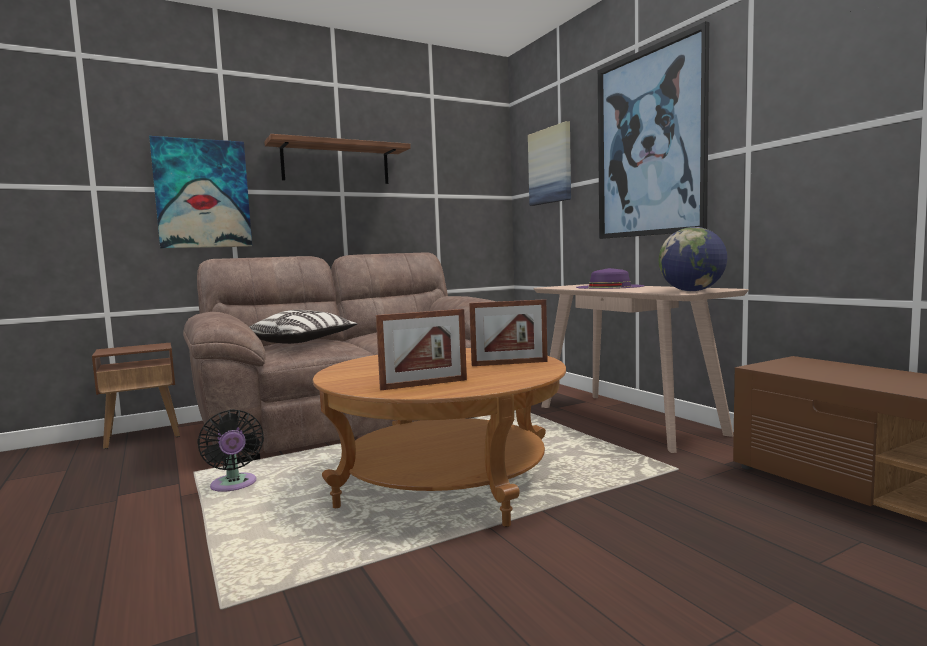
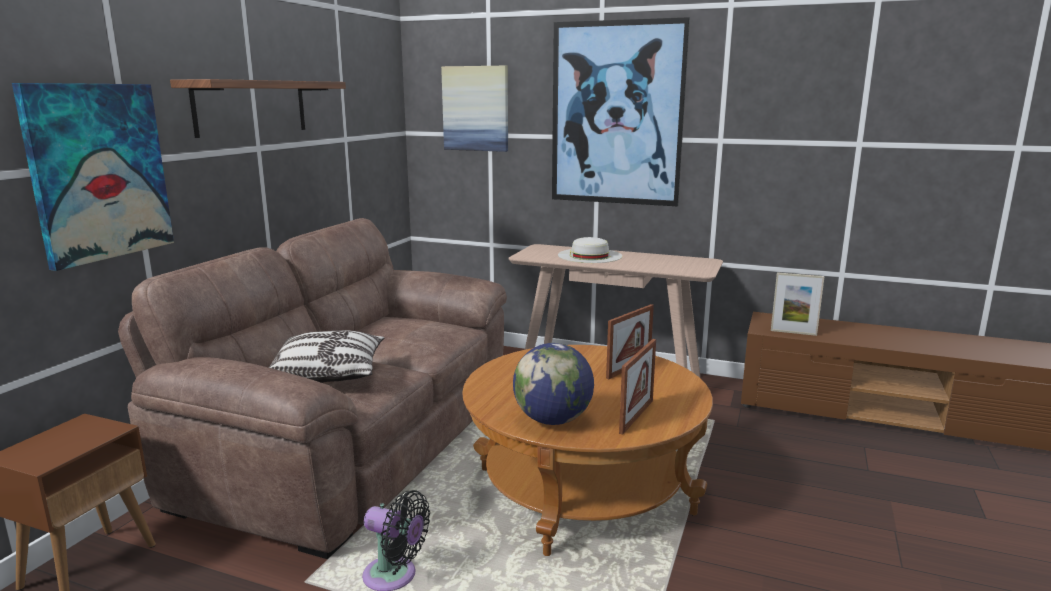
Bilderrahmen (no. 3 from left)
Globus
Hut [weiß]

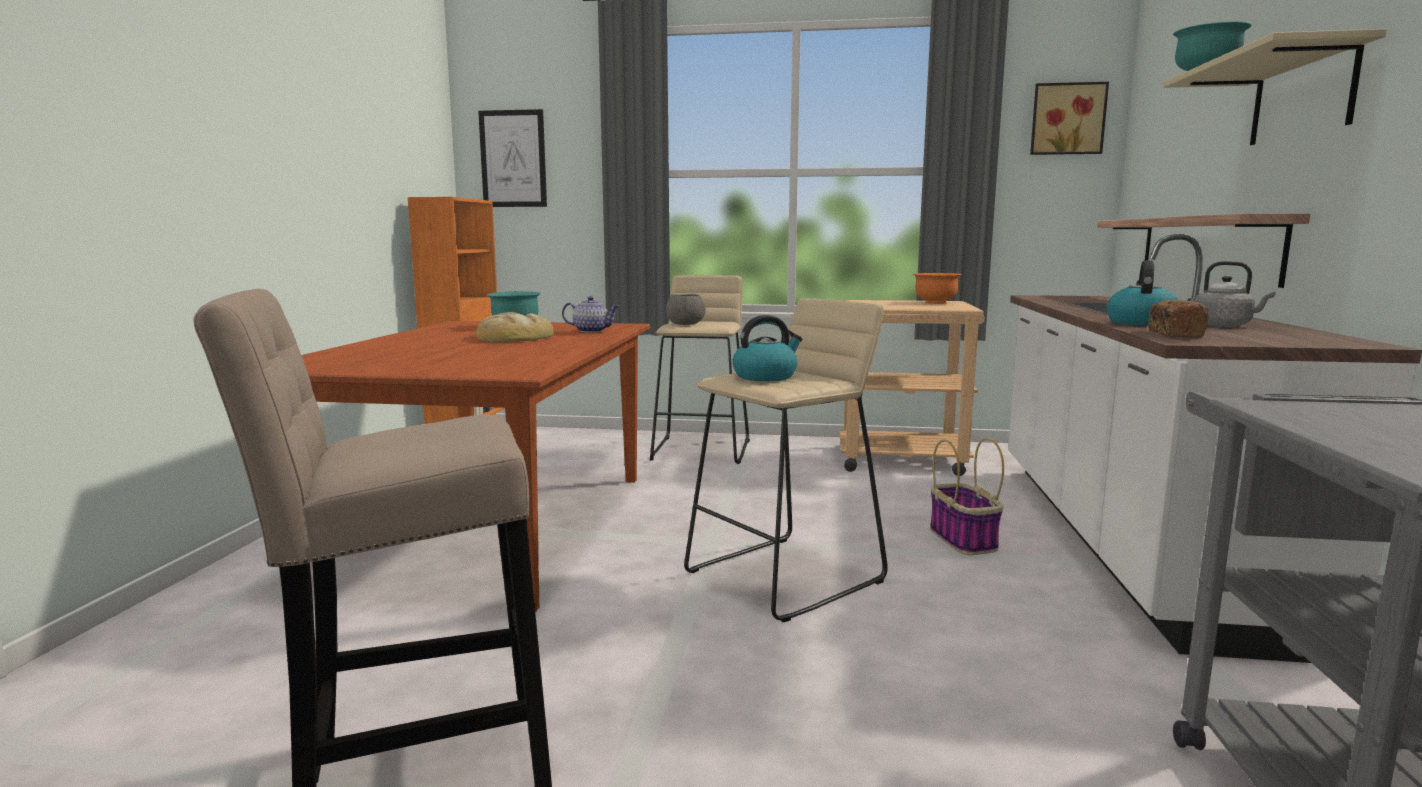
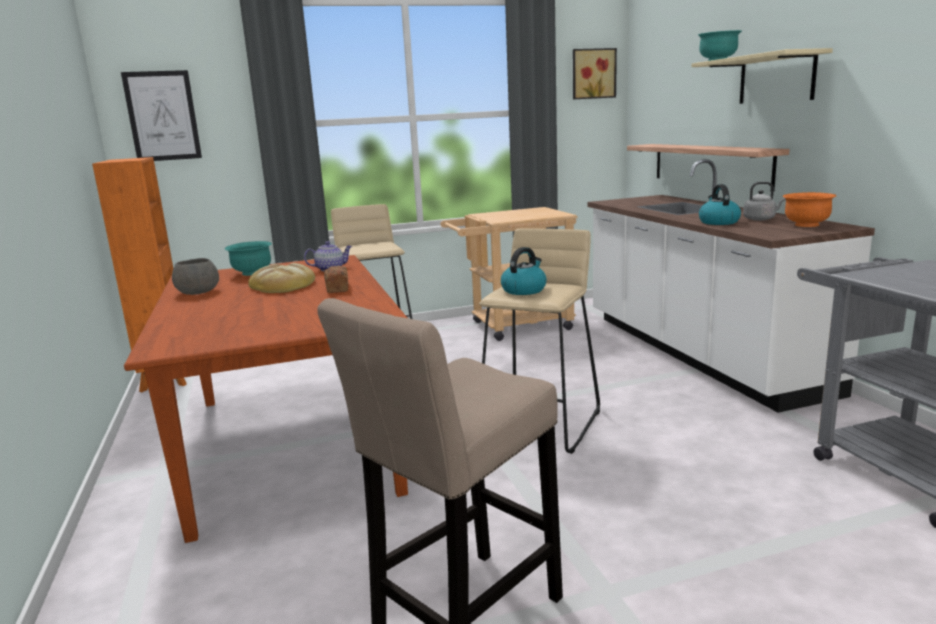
Korb
Schüssel [grau]
Schüssel [orange]
Brot (no. 2 from left)

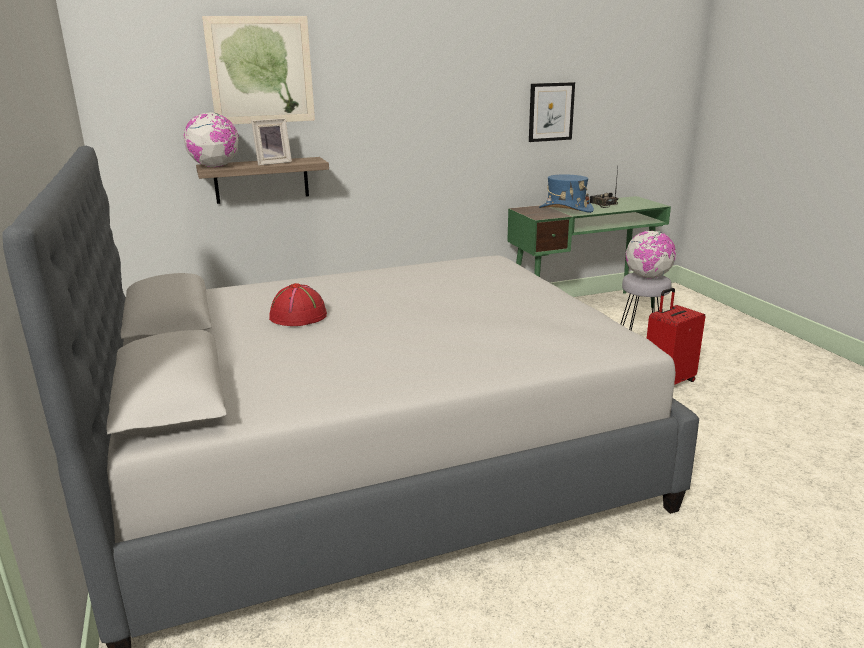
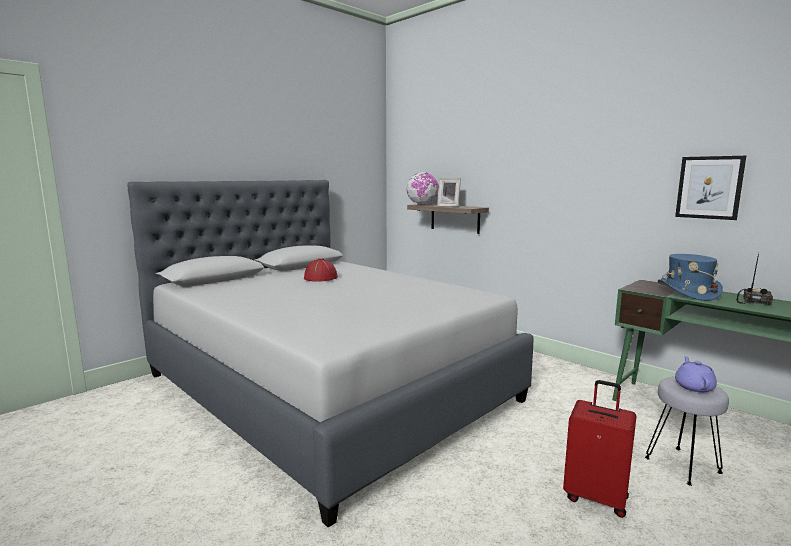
Bild (no. 1 from left in the first image)
Teekanne [lila]

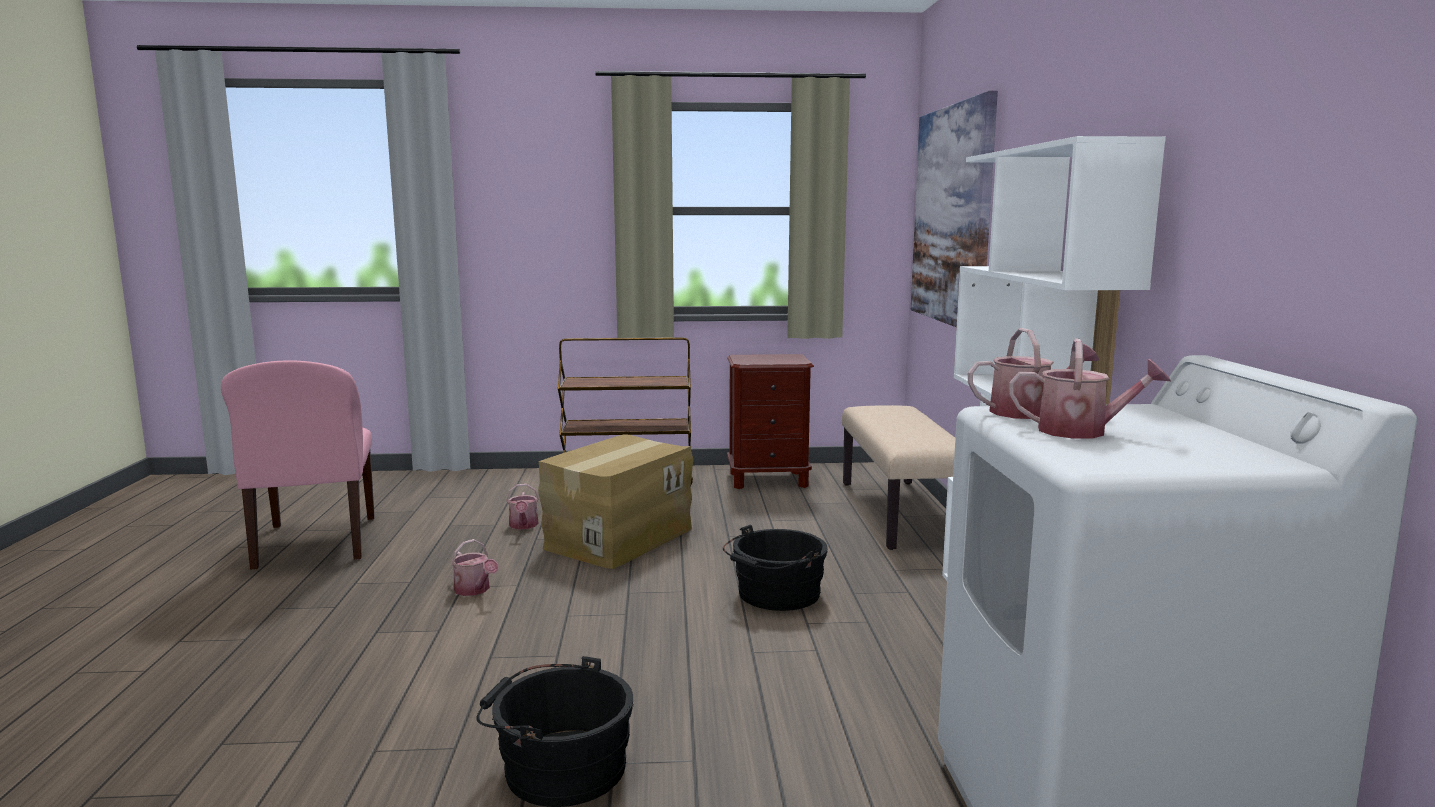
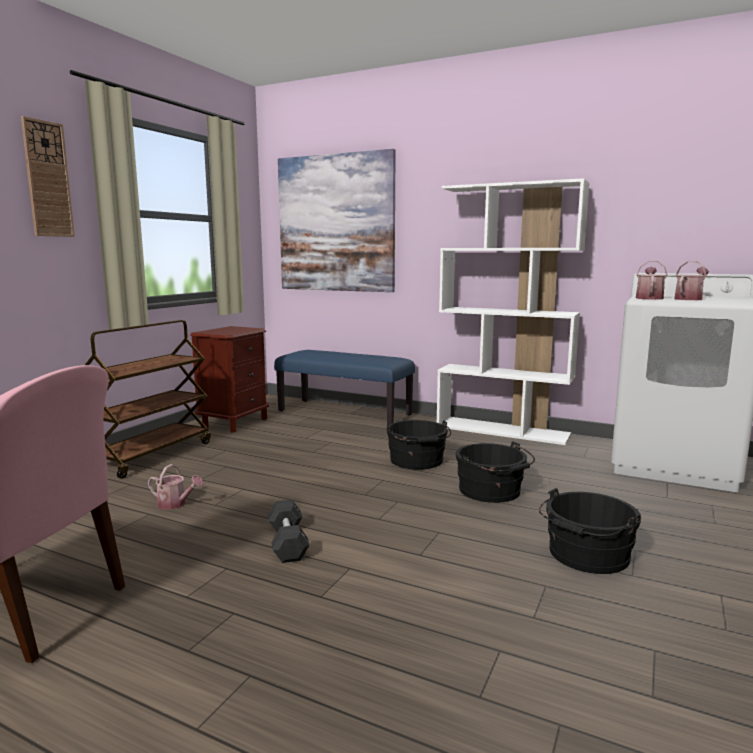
Karton
Wanduhr
Eimer [schwarz] (no. 2 from left)
Hantel [schwarz]
Bank [blau]

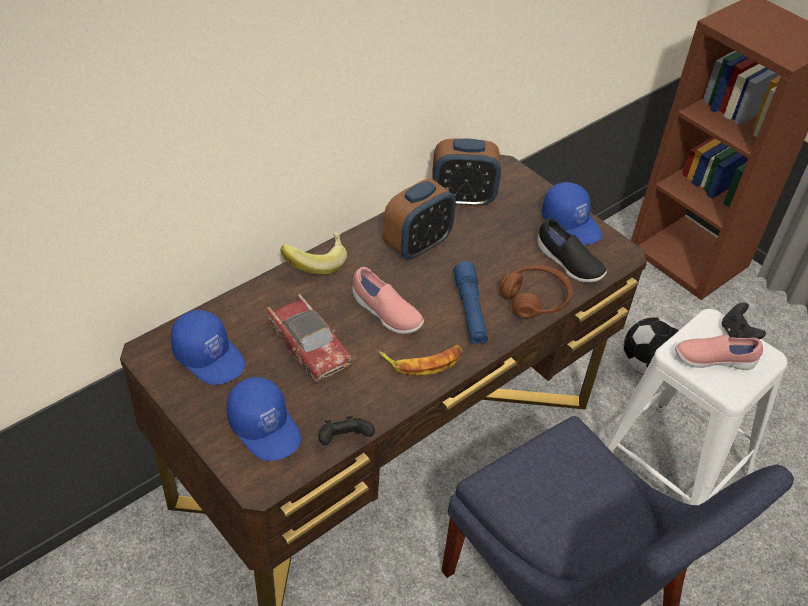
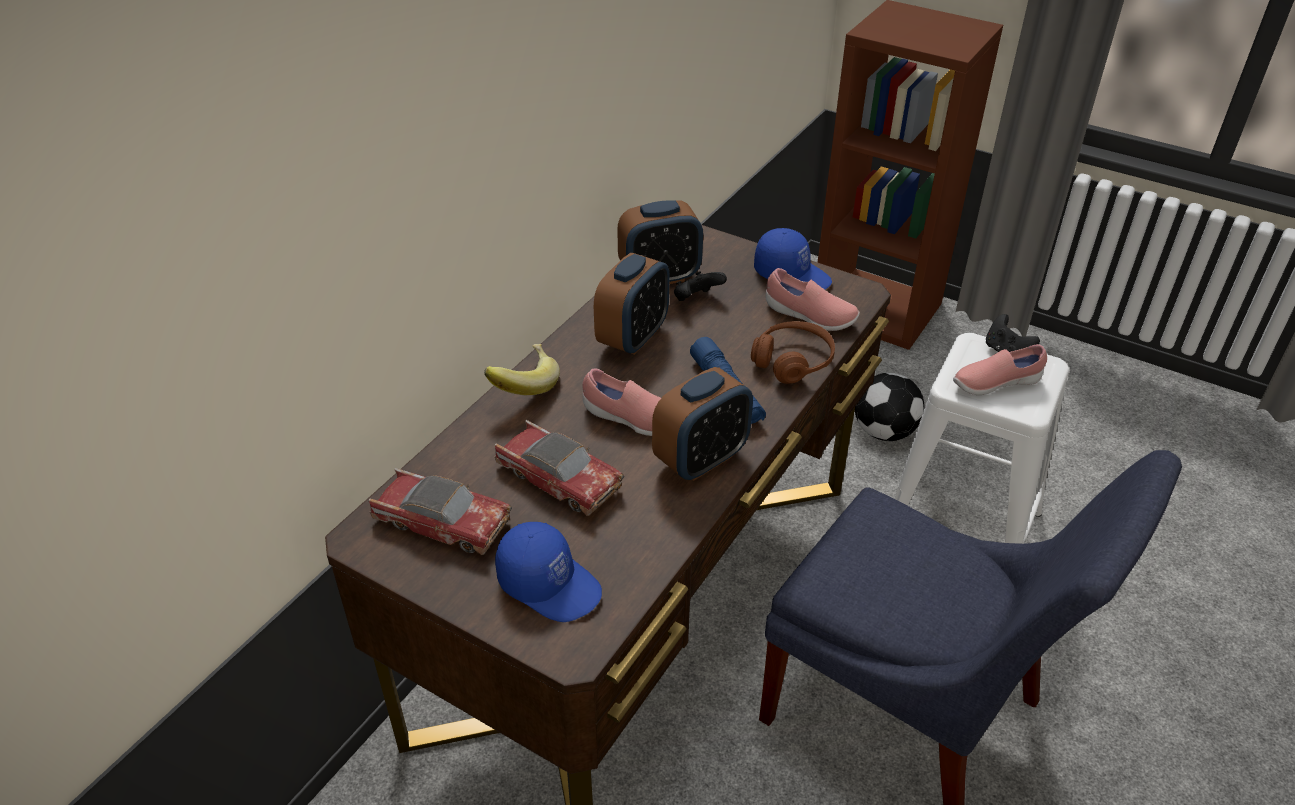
Gamepad [schwarz] (no. 1 from left)
Spielzeugauto (no. 1 from left)
Wecker (no. 3 from left)
Schuh [rosa] (no. 2 from left)

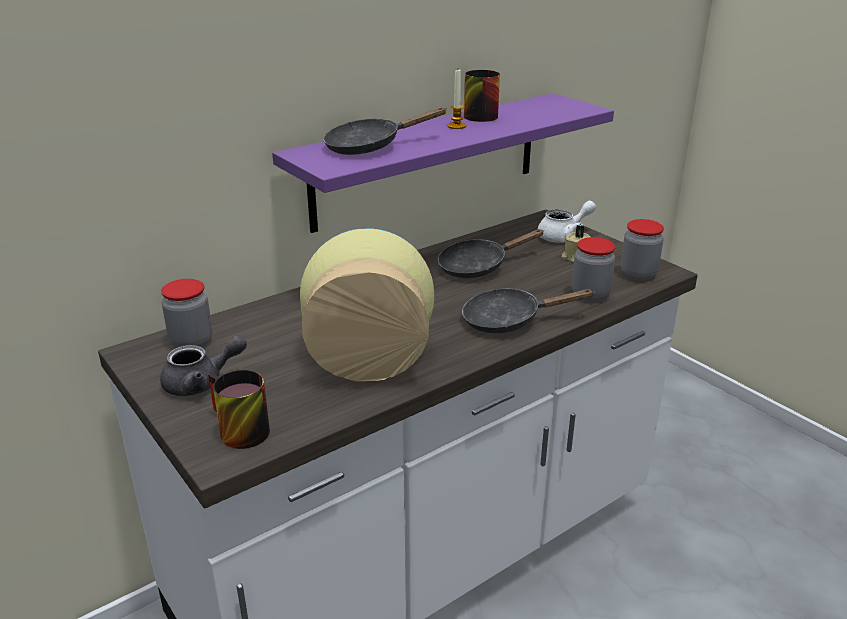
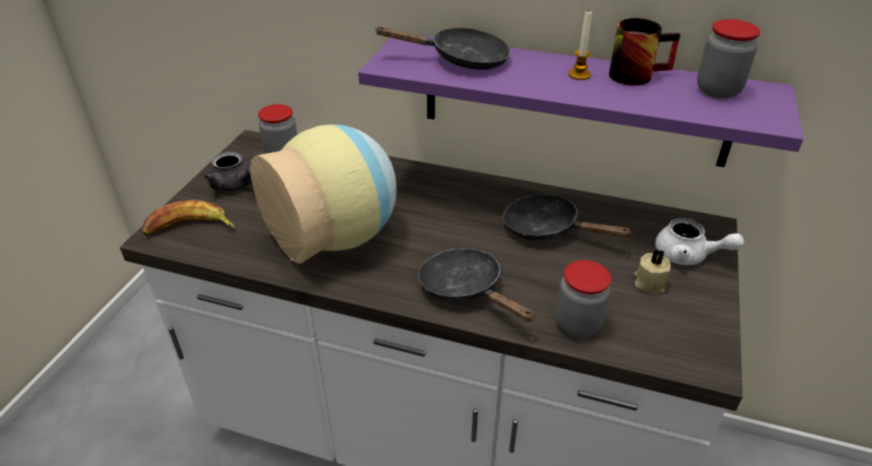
Vorratsglas (no. 3 from left)
Banane
Pfanne [schwarz] (no. 1 from left)

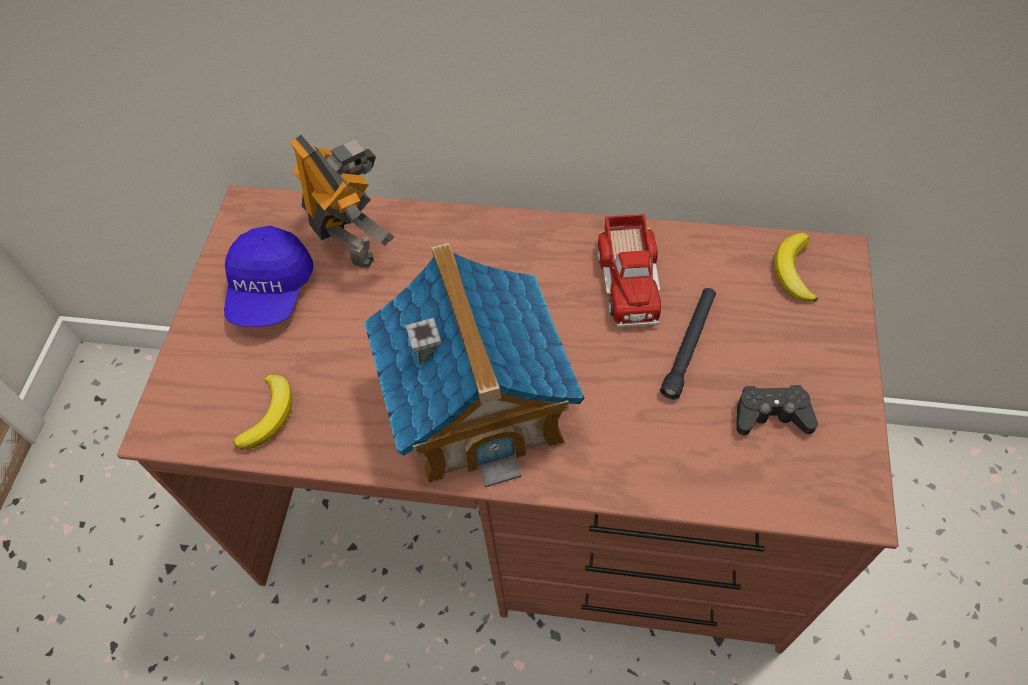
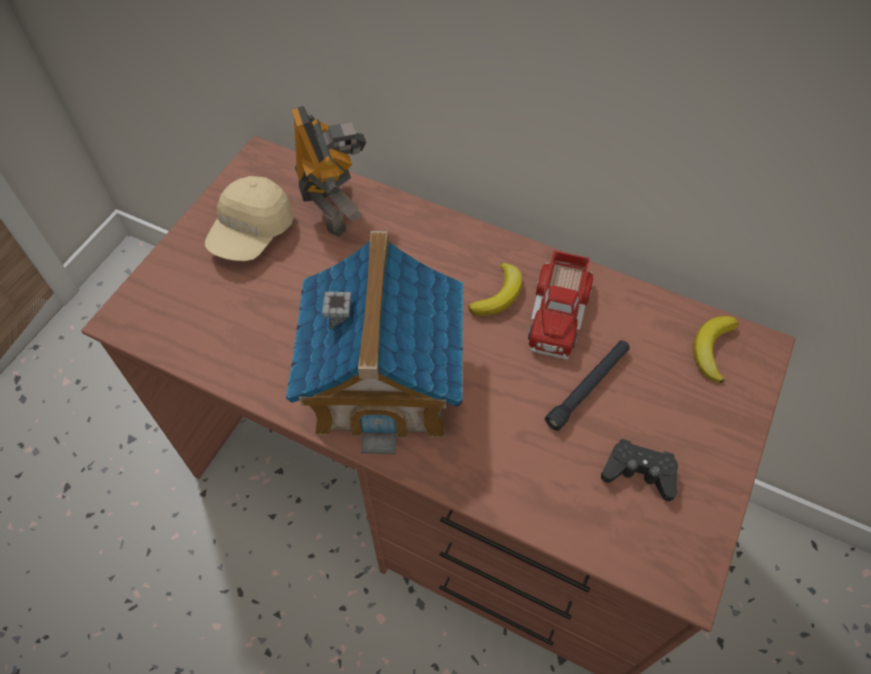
Banane (no. 1 from left)
Kappe [beige]

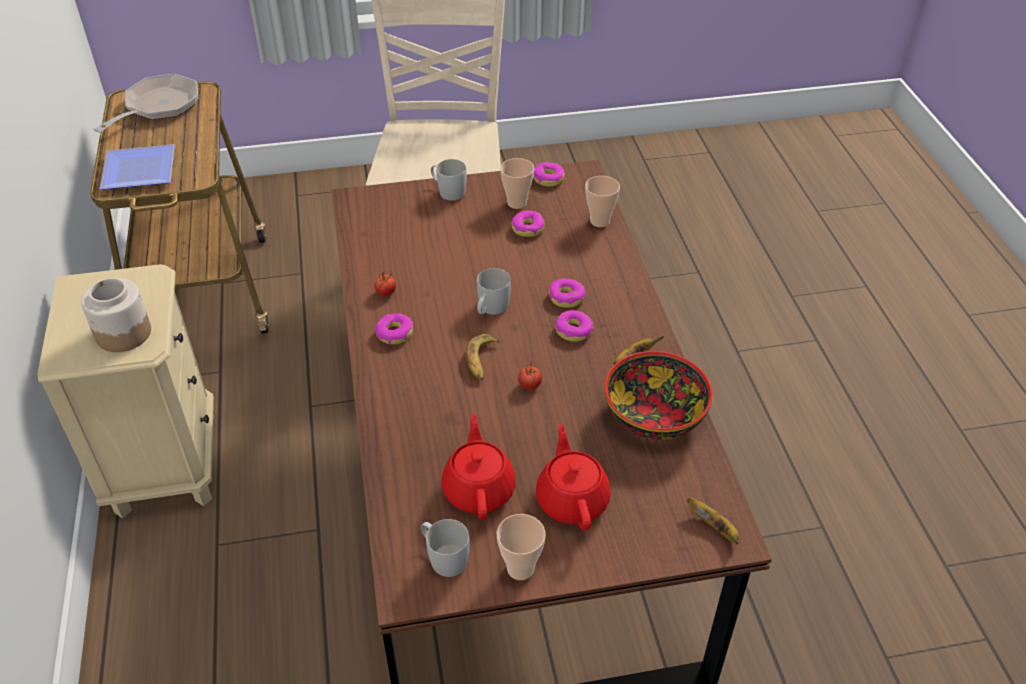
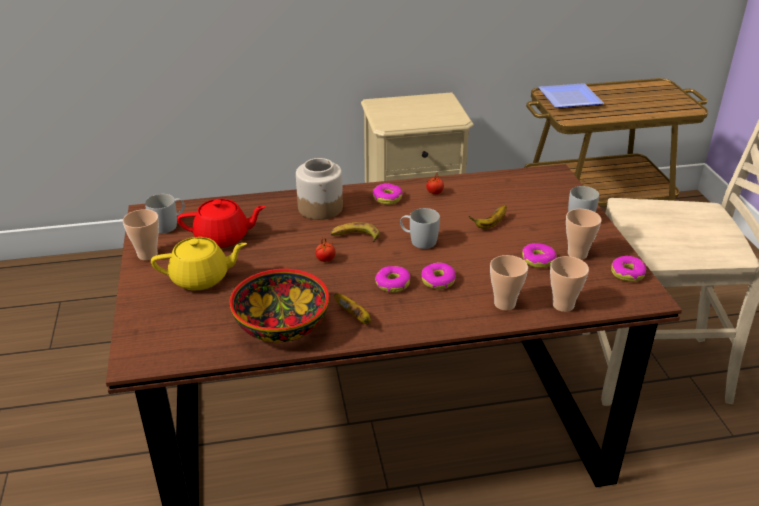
Pfanne
Tasse (no. 2 from left)
Vorratsglas
Banane (no. 3 from left)
Teekanne [gelb]

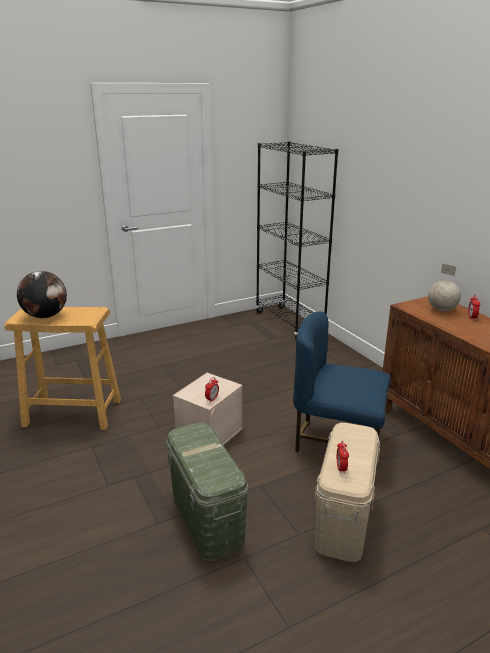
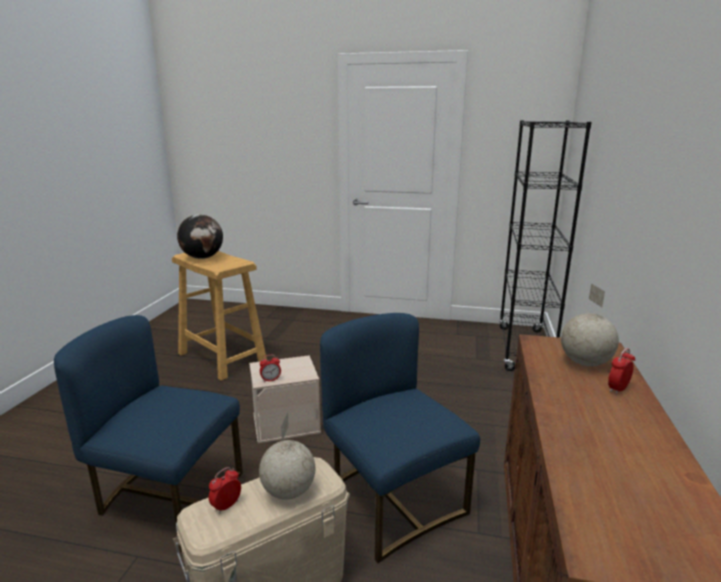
Globus (no. 2 from left)
Stuhl [blau] (no. 1 from left)

